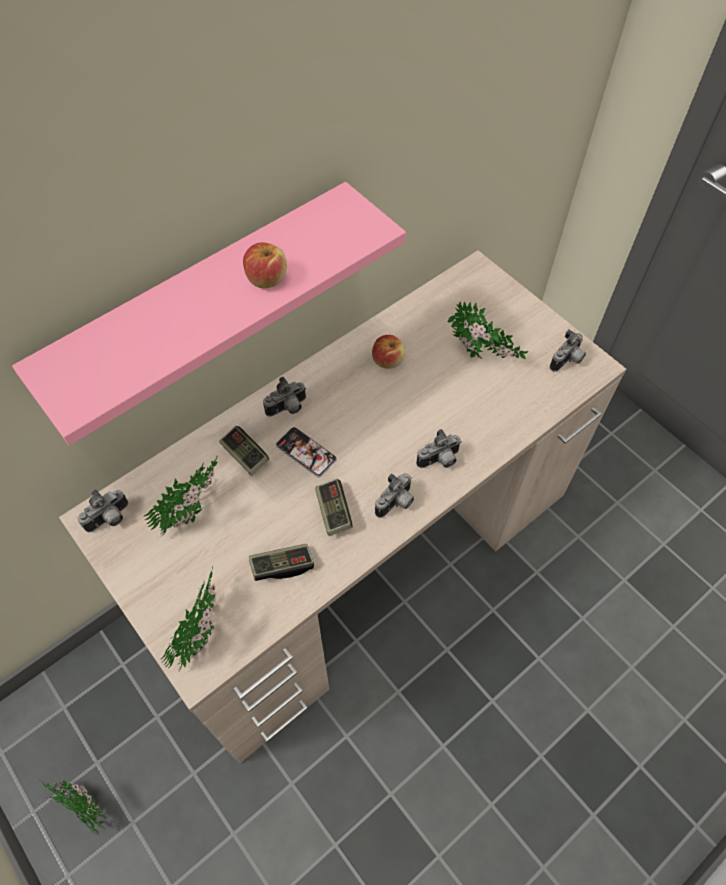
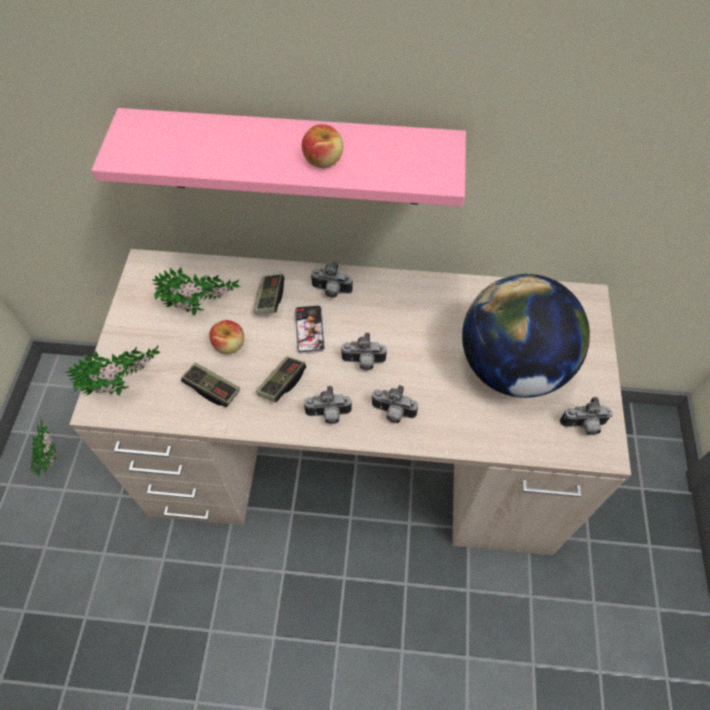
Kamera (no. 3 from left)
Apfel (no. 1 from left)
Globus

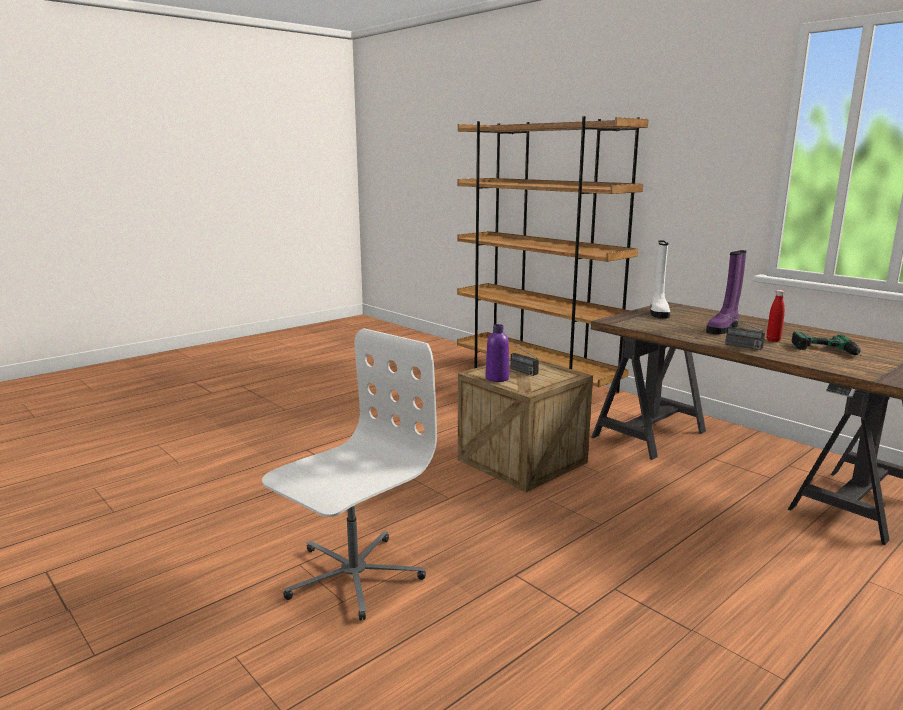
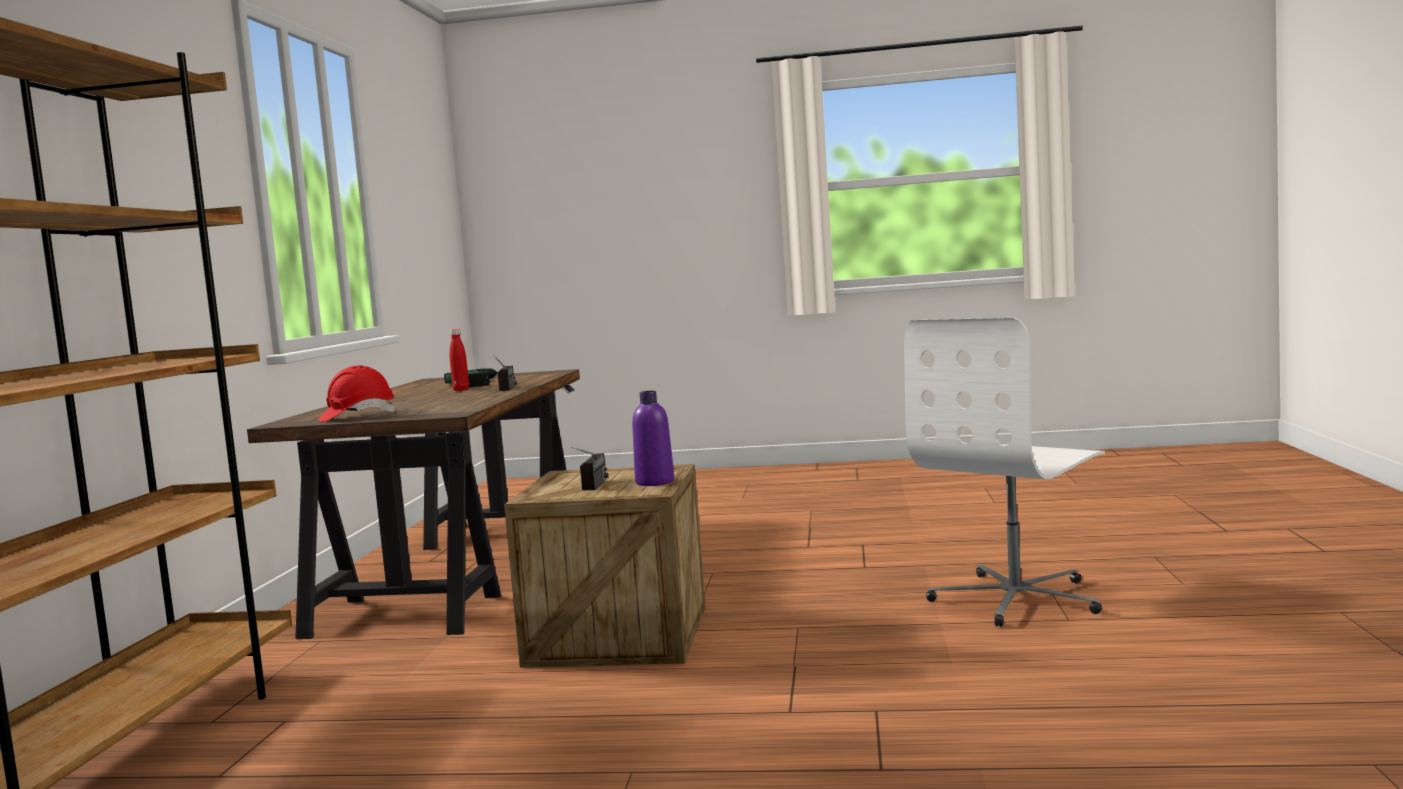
Stiefel [lila]
Schutzhelm [rot]
Bürostuhl [weiß]

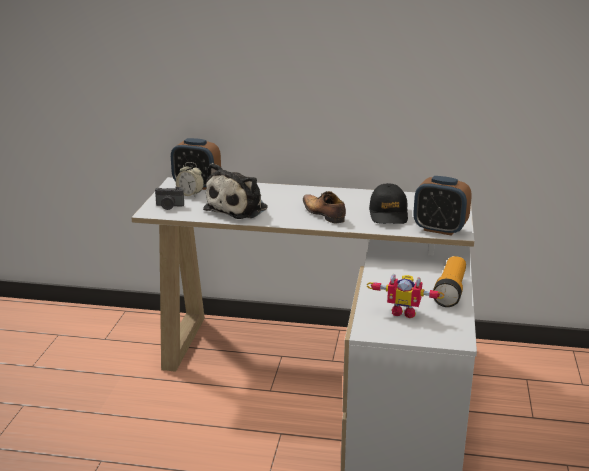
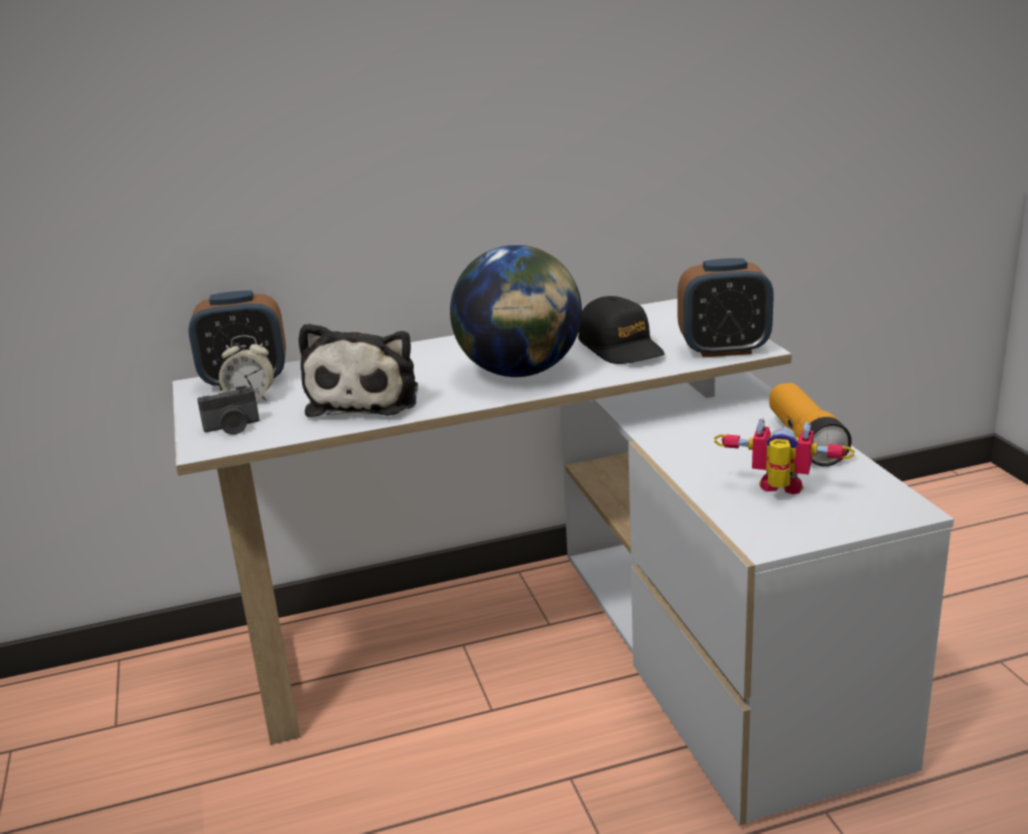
Globus
Spielzeugroboter

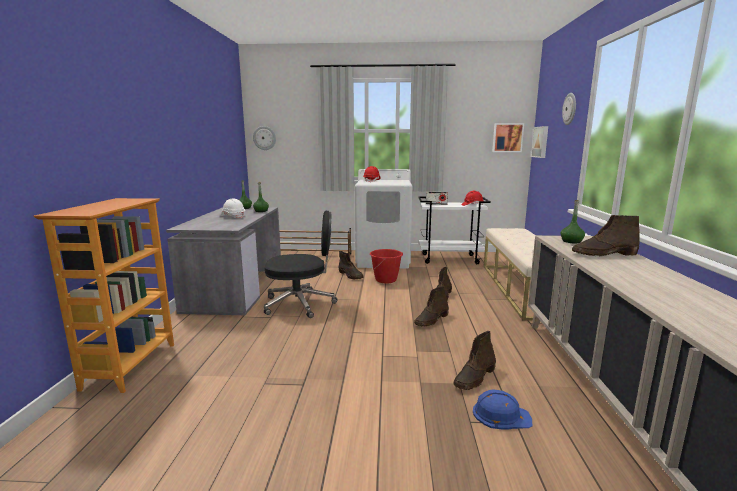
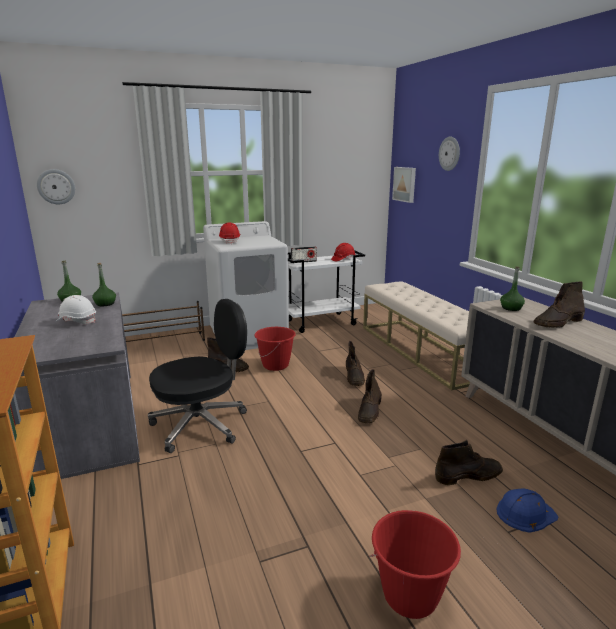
Bild (no. 1 from left in the first image)
Eimer [rot] (no. 2 from left)
Stiefel [braun] (no. 4 from left)

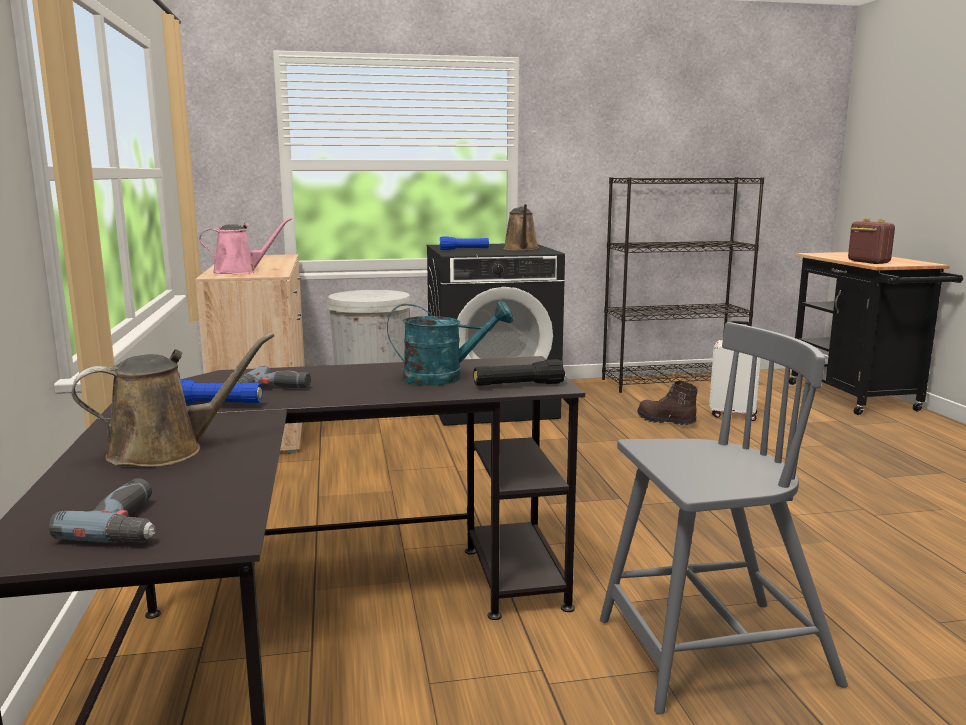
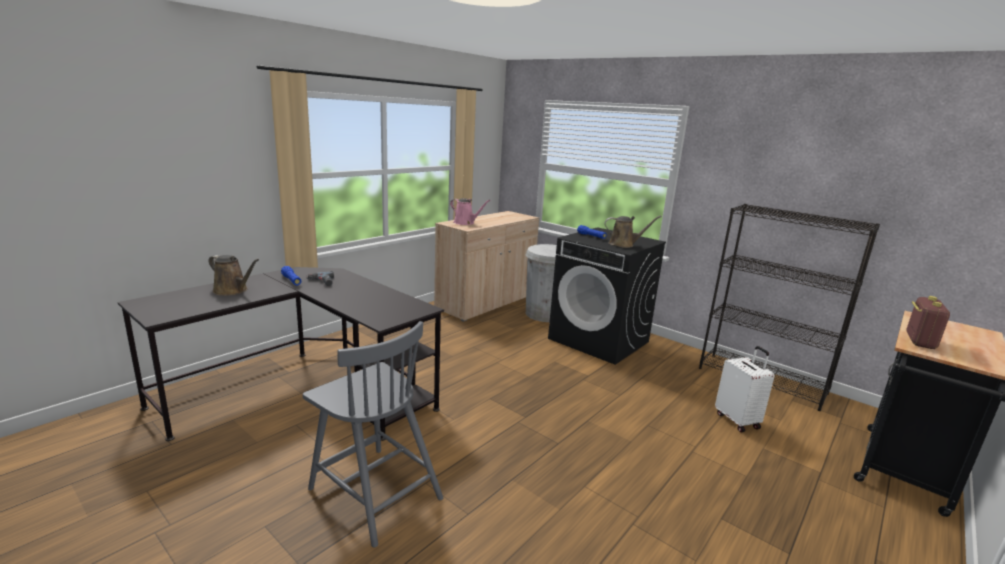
Bohrmaschine (no. 1 from left in the first image)
Gießkanne [türkis]
Taschenlampe [schwarz]
Stiefel [braun]
Gießkanne [braun] (no. 2 from left)

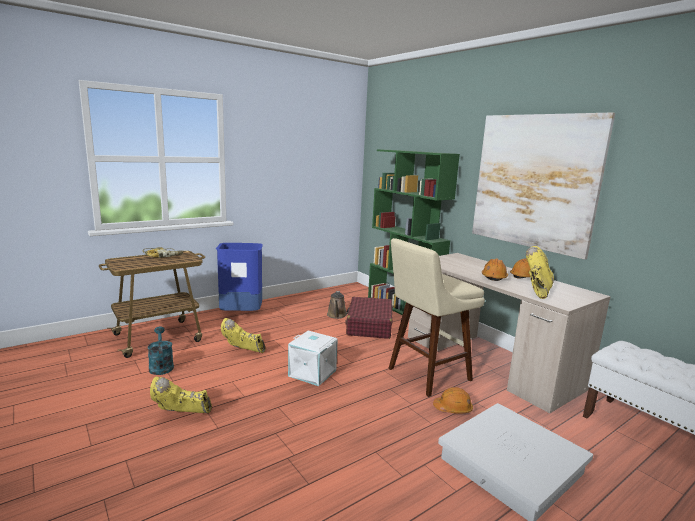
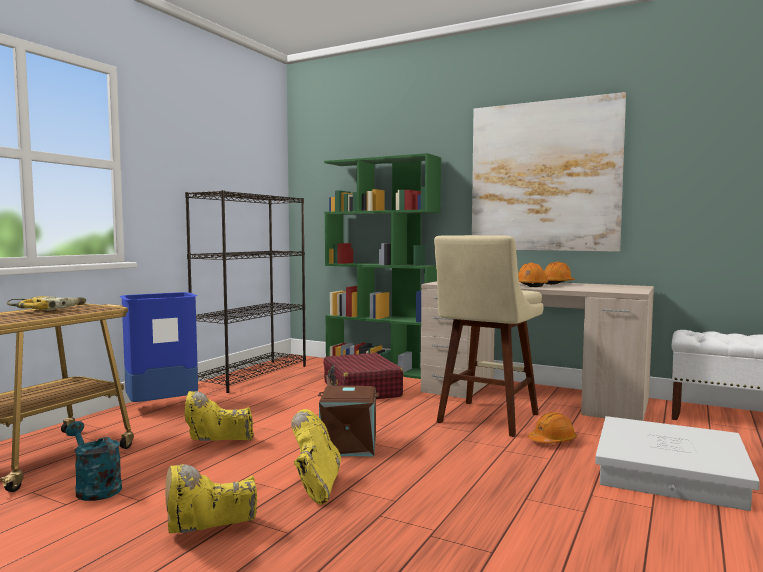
Gießkanne [braun]
Bücherregal [schwarz]
Stiefel [gelb] (no. 3 from left)
Aufbewahrungsbox [braun]

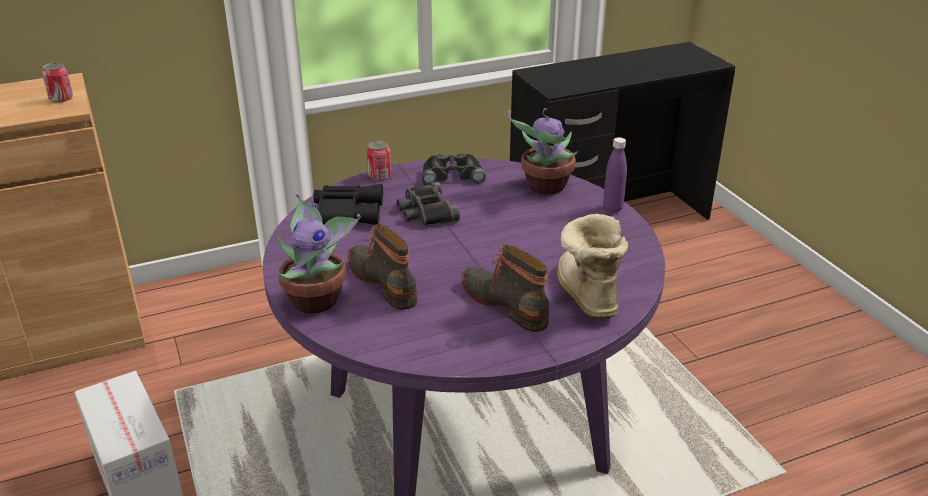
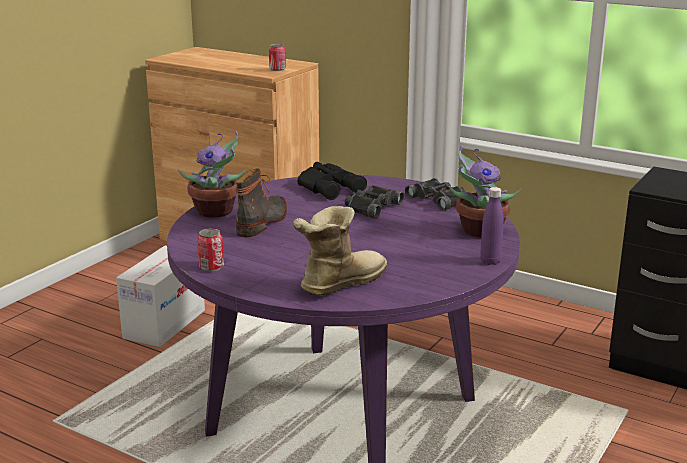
Stiefel (no. 2 from left in the first image)
Dose (no. 1 from left)

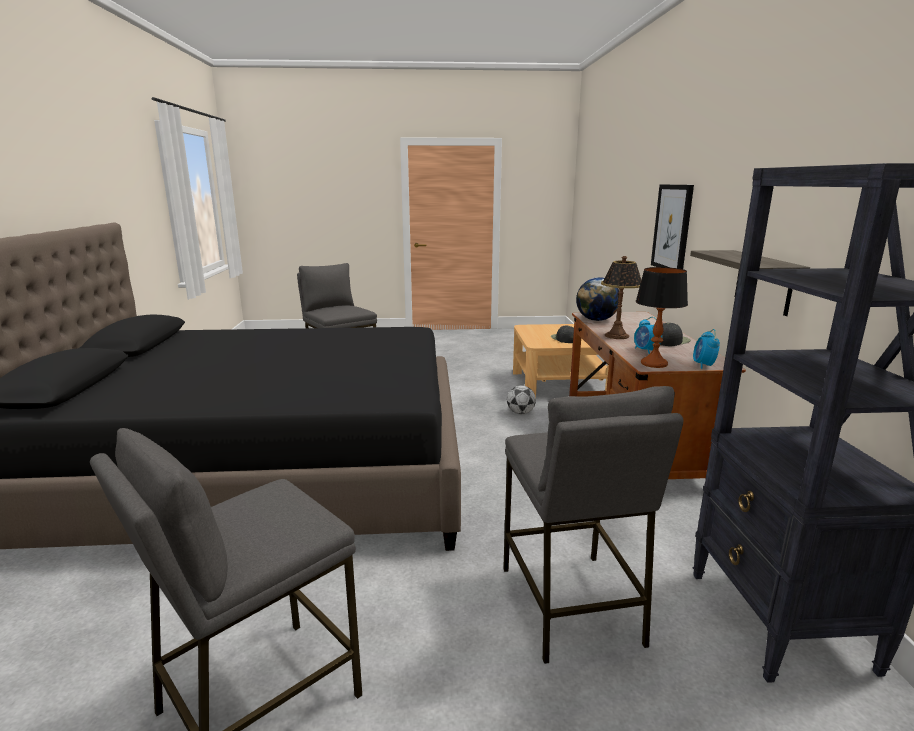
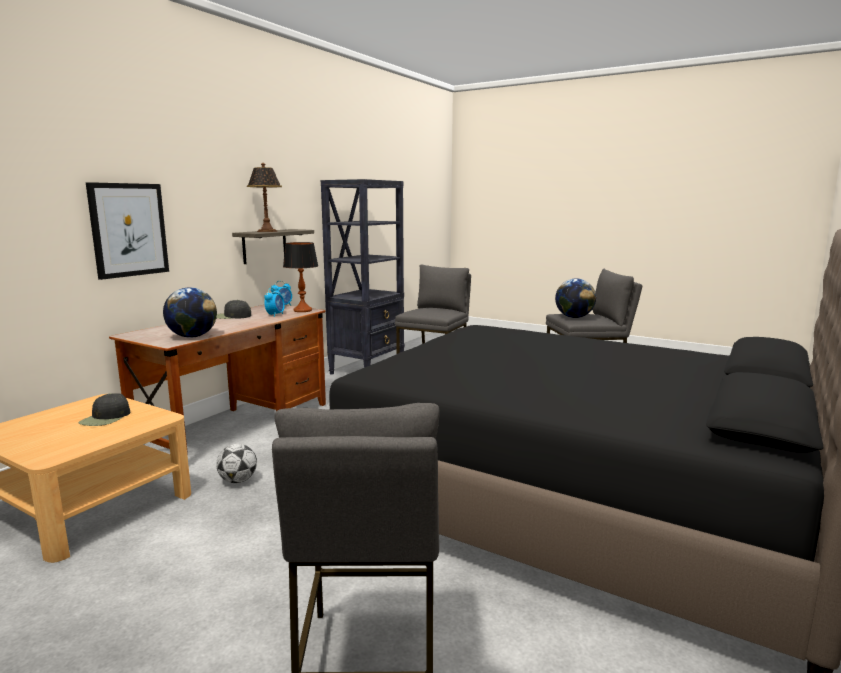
Globus (no. 2 from left)
Tischlampe (no. 1 from left)

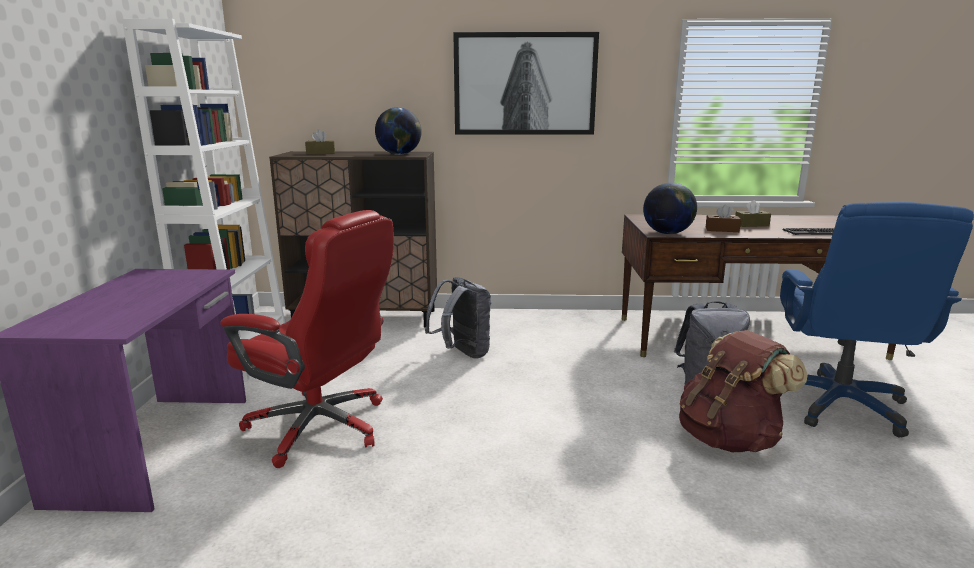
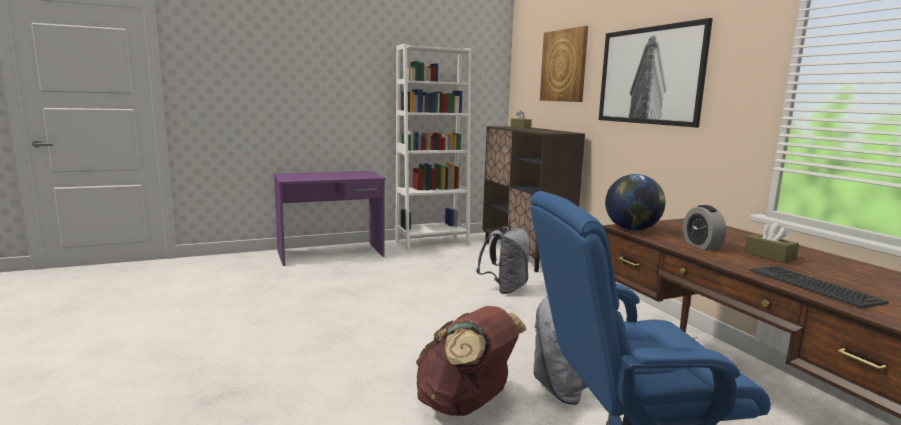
Bürostuhl [rot]
Globus (no. 1 from left in the first image)
Bild (no. 1 from left)
Wecker

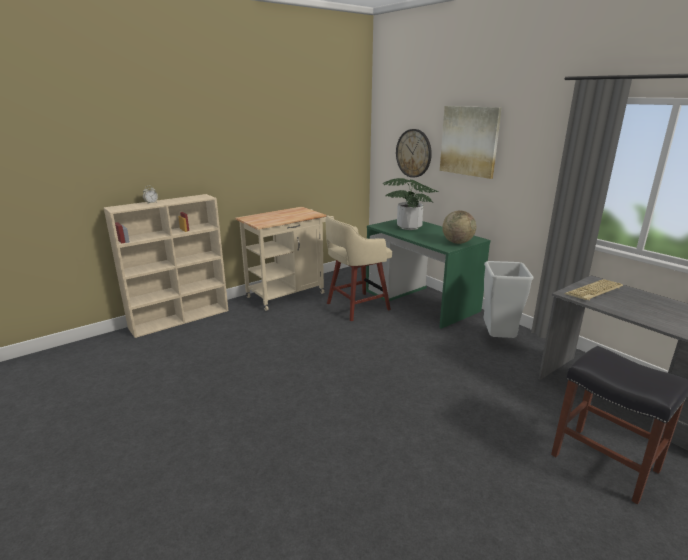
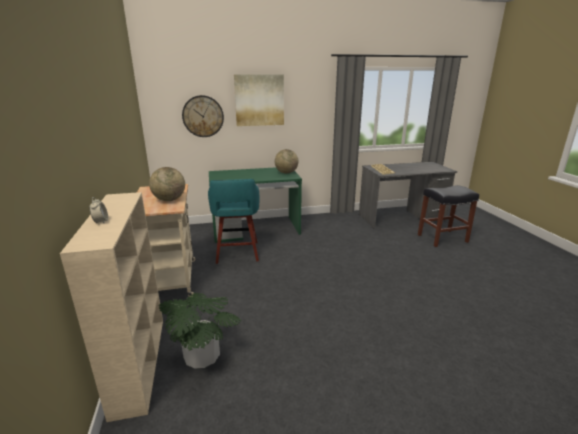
Mülleimer [grau]
Globus (no. 1 from left)
Topfpflanze
Hocker [türkis]

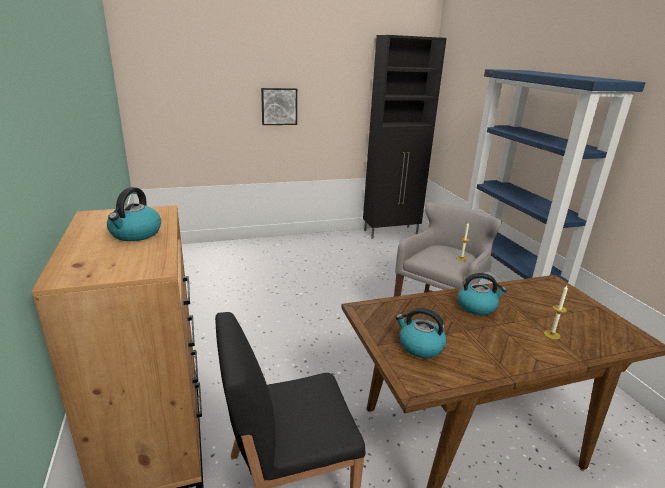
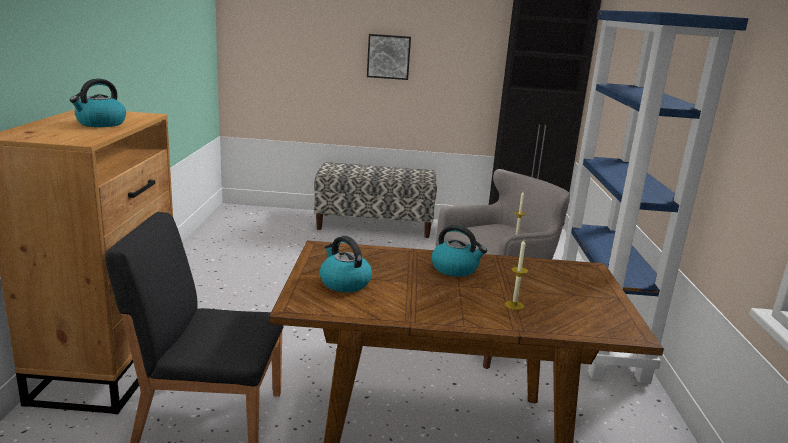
Bank

